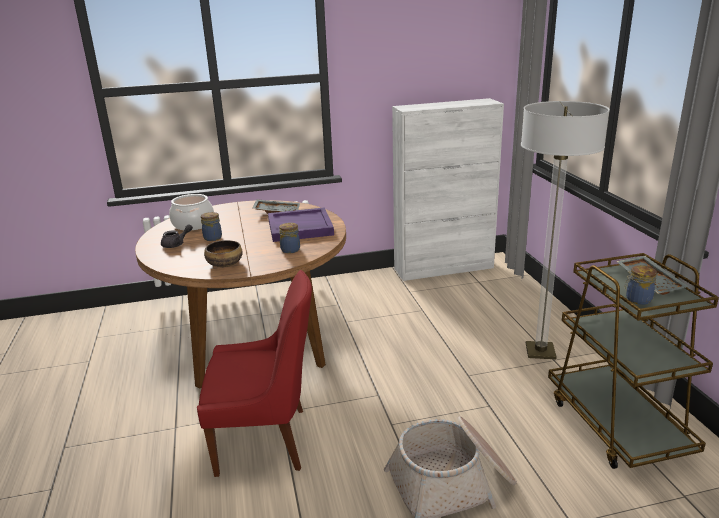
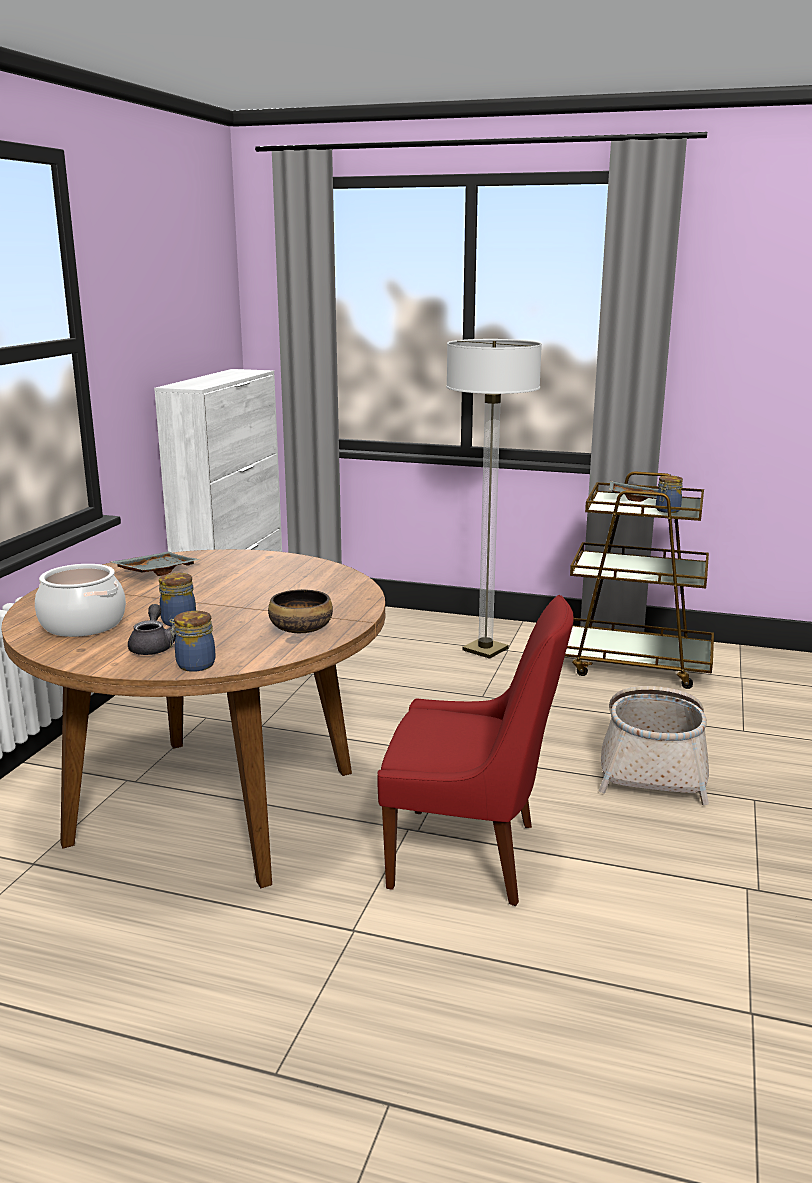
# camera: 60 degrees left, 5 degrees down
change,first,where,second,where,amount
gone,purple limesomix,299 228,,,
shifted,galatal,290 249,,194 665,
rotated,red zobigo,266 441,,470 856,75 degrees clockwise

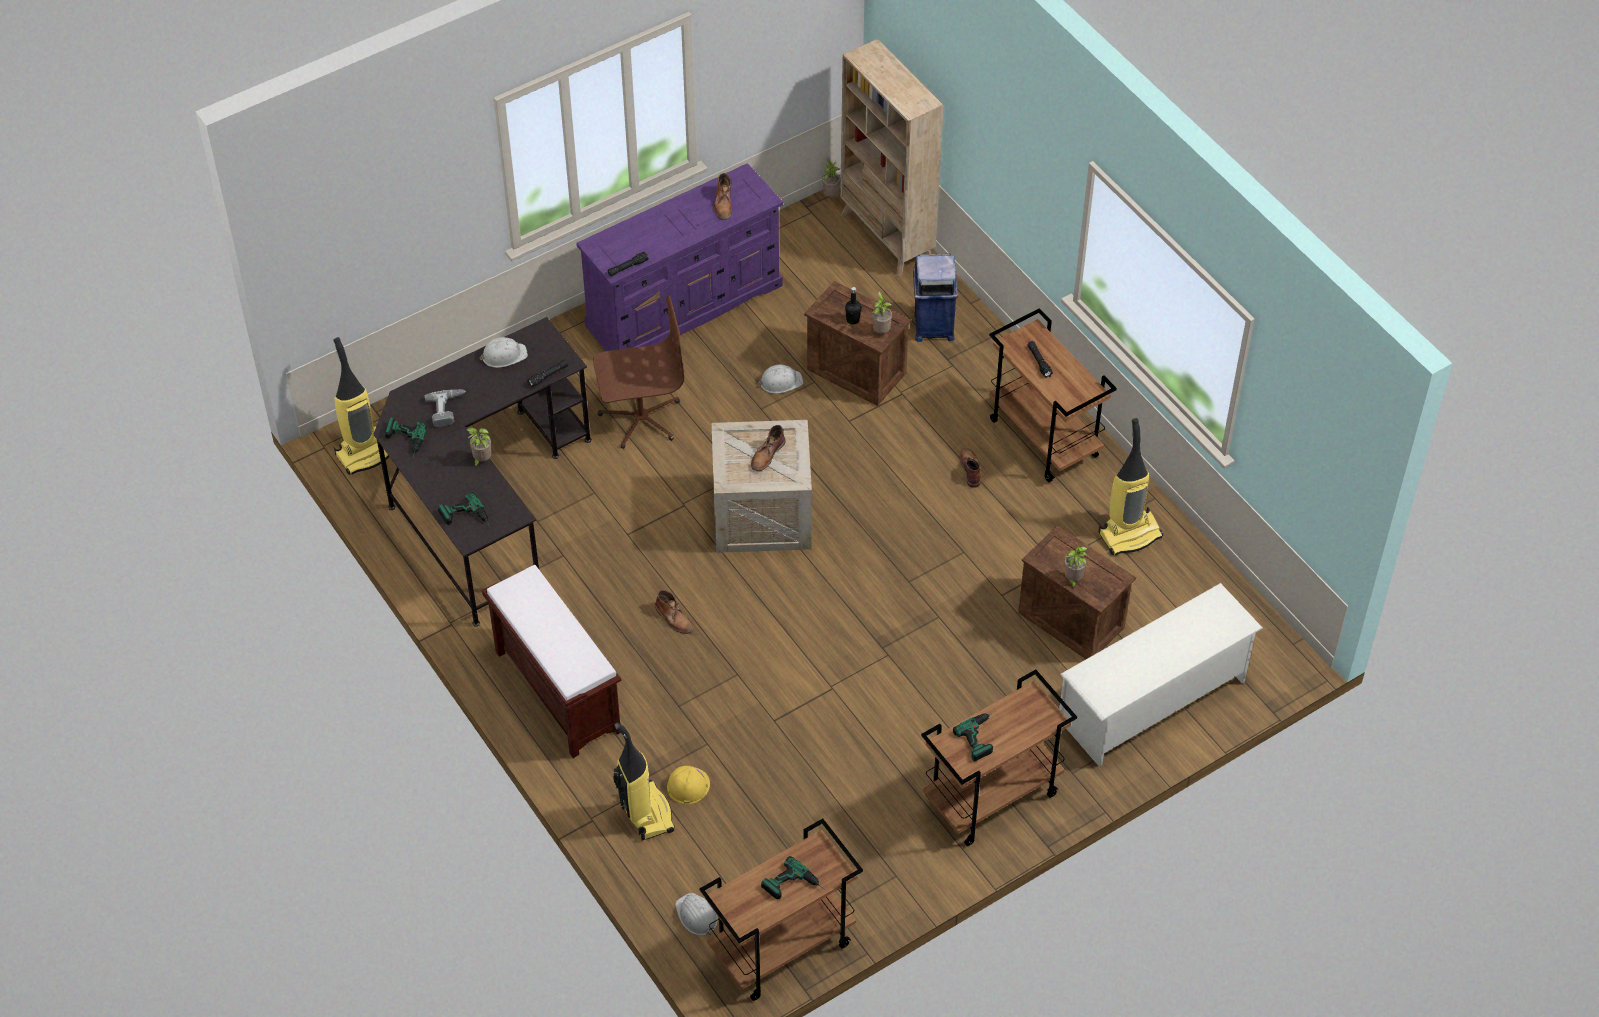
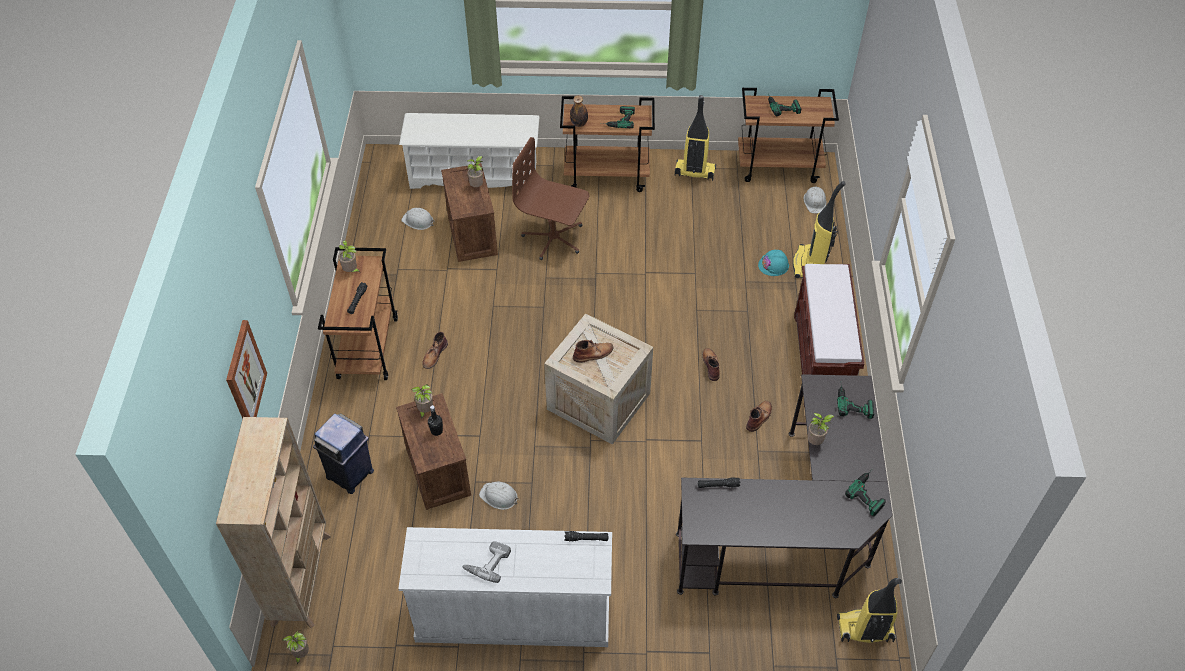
# camera: 145 degrees left, 0 degrees up
change,first,where,second,where,amount
repainted,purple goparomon,685 305,white goparomon,512 615,
shifted,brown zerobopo,723 204,,759 417,
shifted,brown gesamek,640 417,,553 238,
shifted,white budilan,504 355,,418 221,
shifted,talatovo,448 409,,487 562,
shifted,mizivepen,1130 534,,694 172,
repainted,yellow budilan,688 785,turquoise budilan,773 265,
new,,,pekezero,579 123,
new,,,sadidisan,351 271,
new,,,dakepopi,245 376,

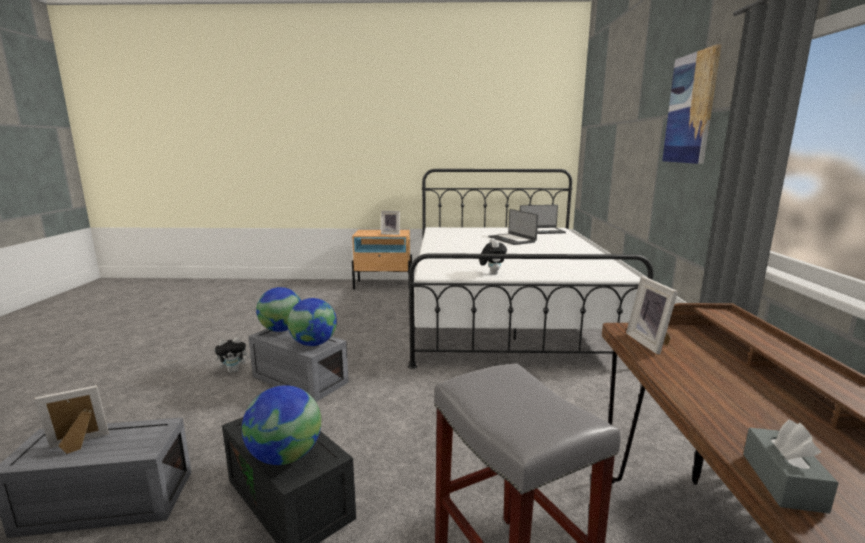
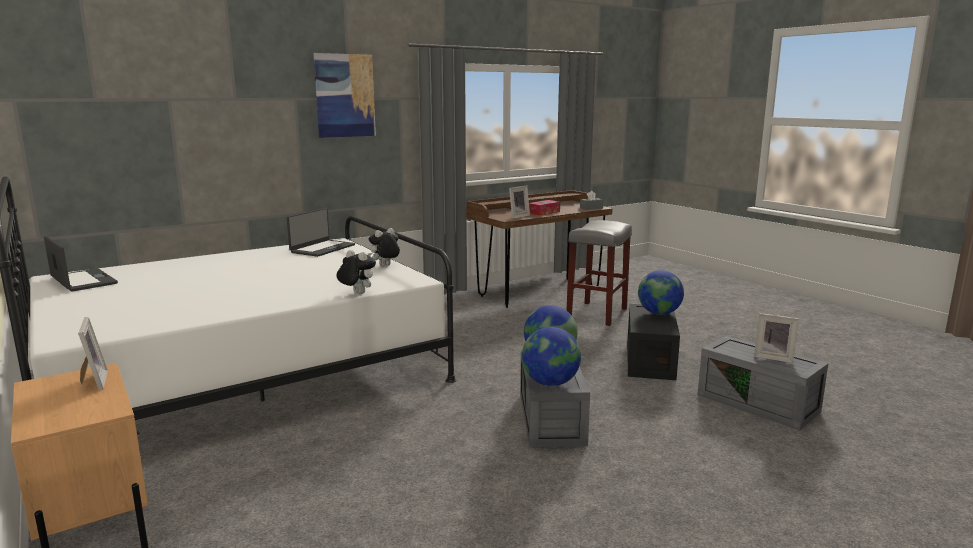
# camera: 125 degrees left, 0 degrees up
change,first,where,second,where,amount
shifted,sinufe,512 239,,322 248,
shifted,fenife,234 370,,356 293,
new,,,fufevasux,544 212,

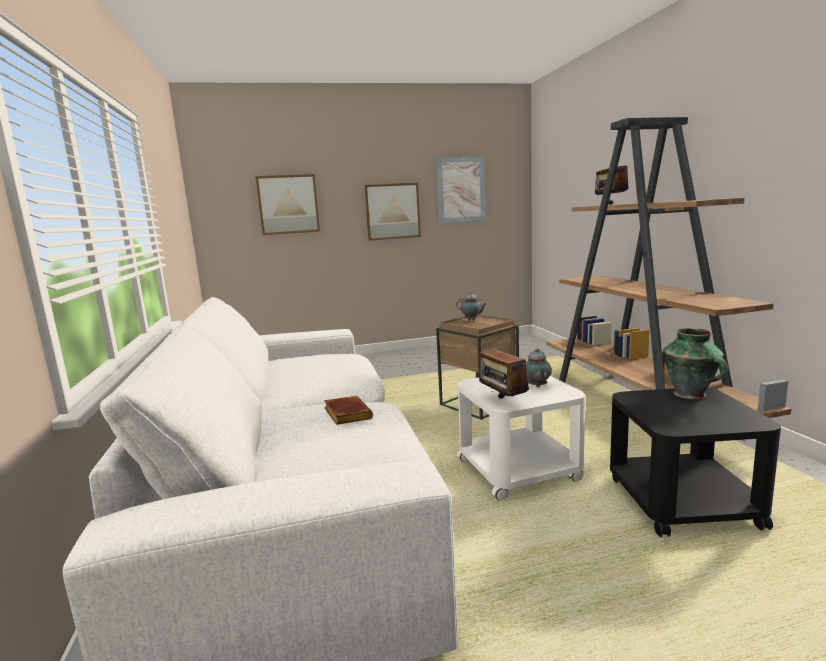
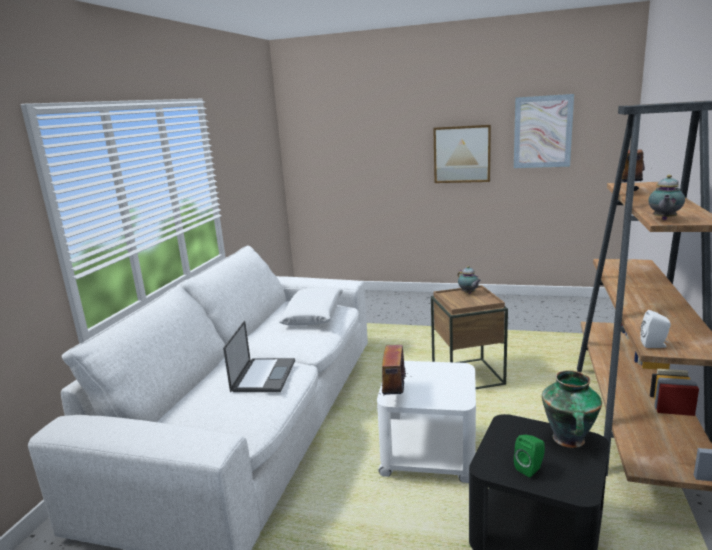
# camera: 30 degrees right, 5 degrees up
change,first,where,second,where,amount
gone,dakepopi,288 204,,,
shifted,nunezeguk,537 386,,663 219,
swapped,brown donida,346 415,sinufe,263 375,
new,,,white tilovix,314 314,
new,,,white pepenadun,654 345,
new,,,green pepenadun,530 469,

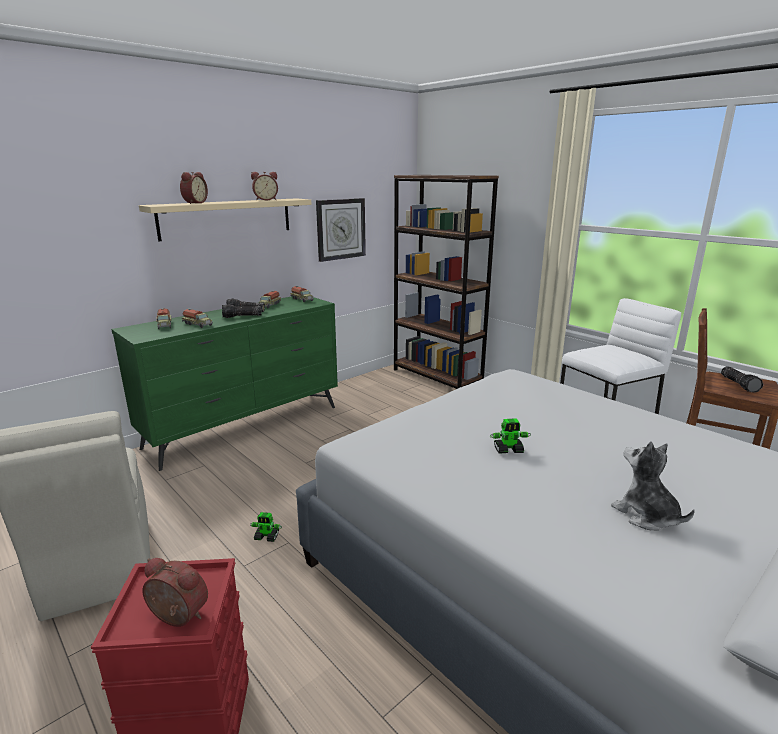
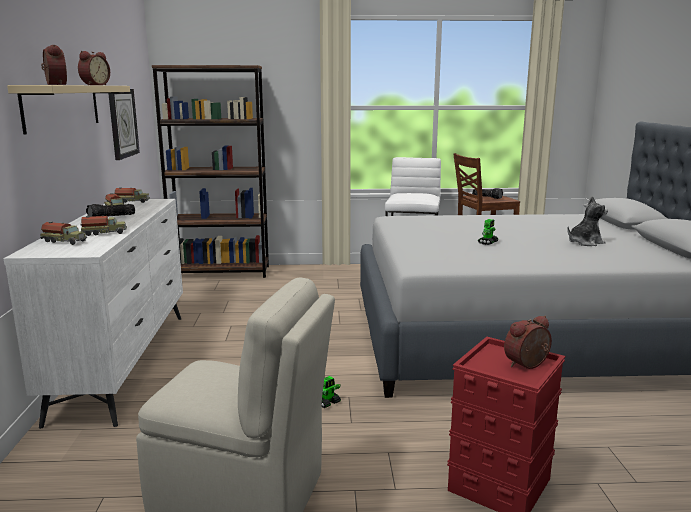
# camera: 50 degrees left, 5 degrees down
change,first,where,second,where,amount
repainted,green goparomon,246 426,white goparomon,125 362,
gone,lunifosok,241 317,,,
rotated,fenife,646 515,,585 242,150 degrees clockwise

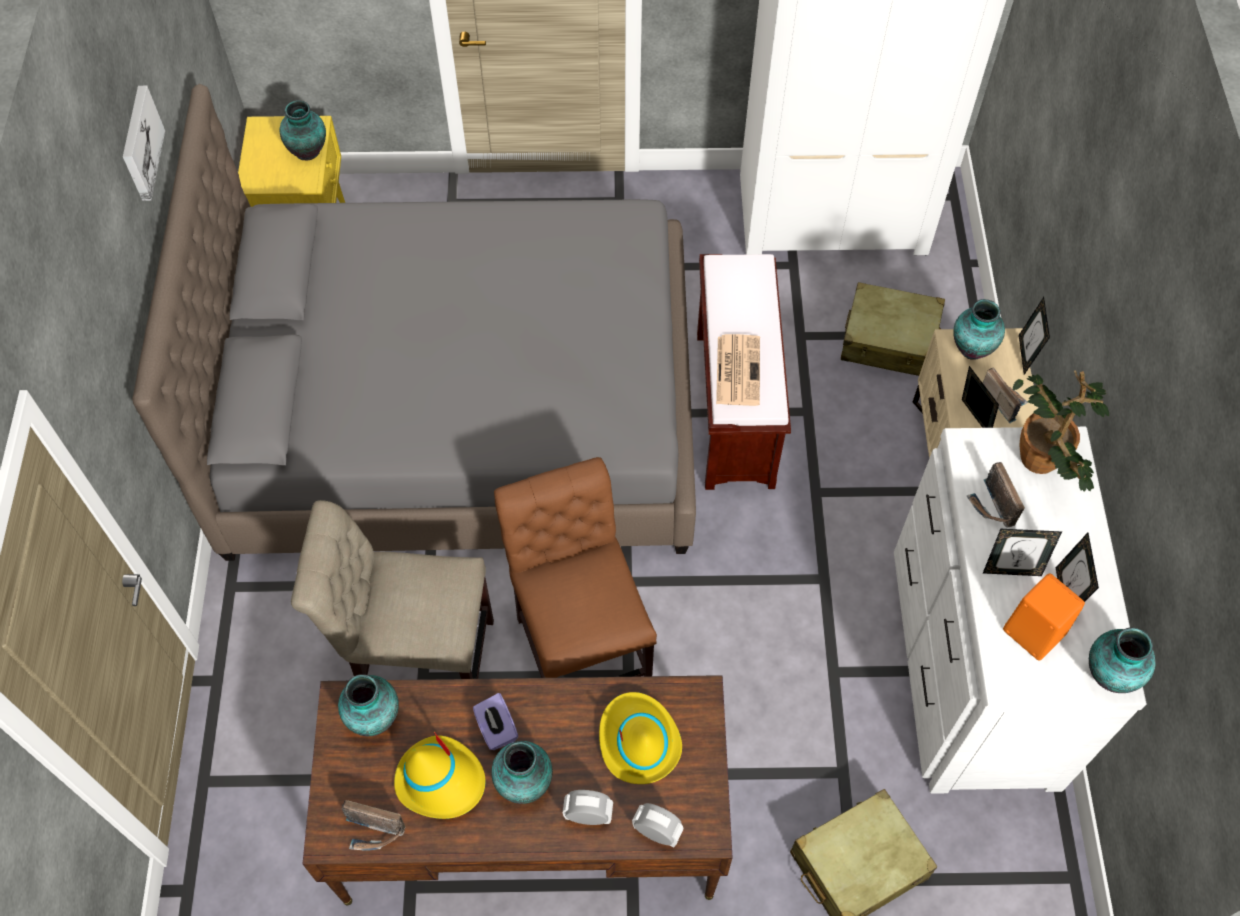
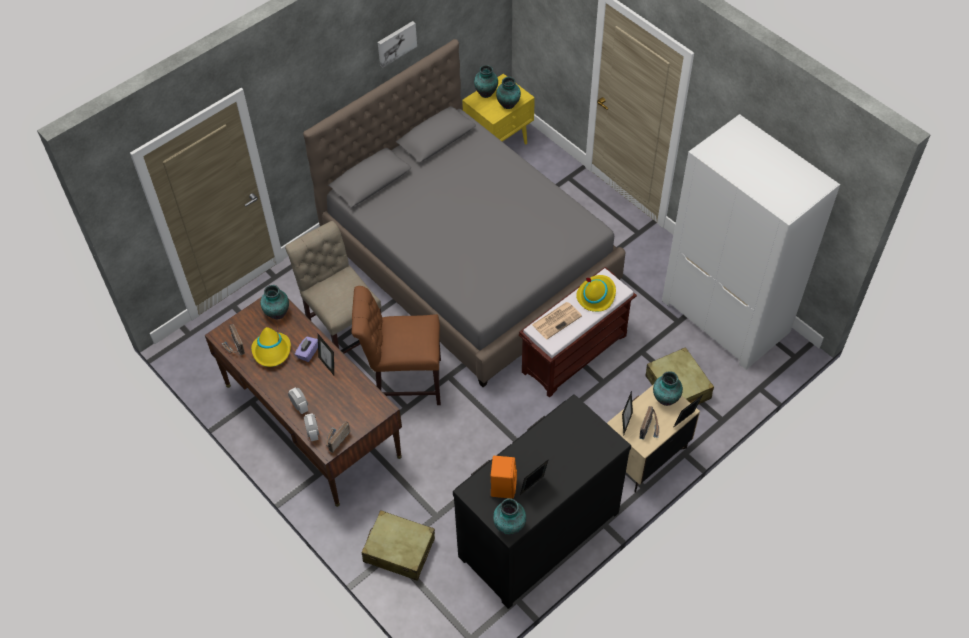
# camera: 50 degrees right, 5 degrees down
change,first,where,second,where,amount
gone,sadidisan,1039 467,,,
repainted,white goparomon,971 665,black goparomon,536 532,
rotated,brown zobigo,581 645,,403 381,120 degrees counterclockwise
shifted,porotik,992 507,,335 440,
shifted,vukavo,1011 570,,328 365,
shifted,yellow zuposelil,638 741,,596 295,
shifted,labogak,524 782,,486 92,

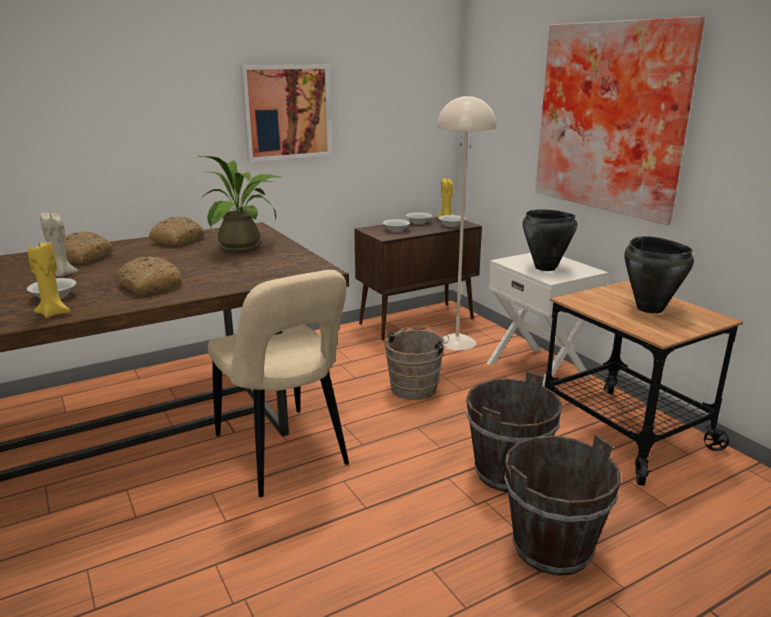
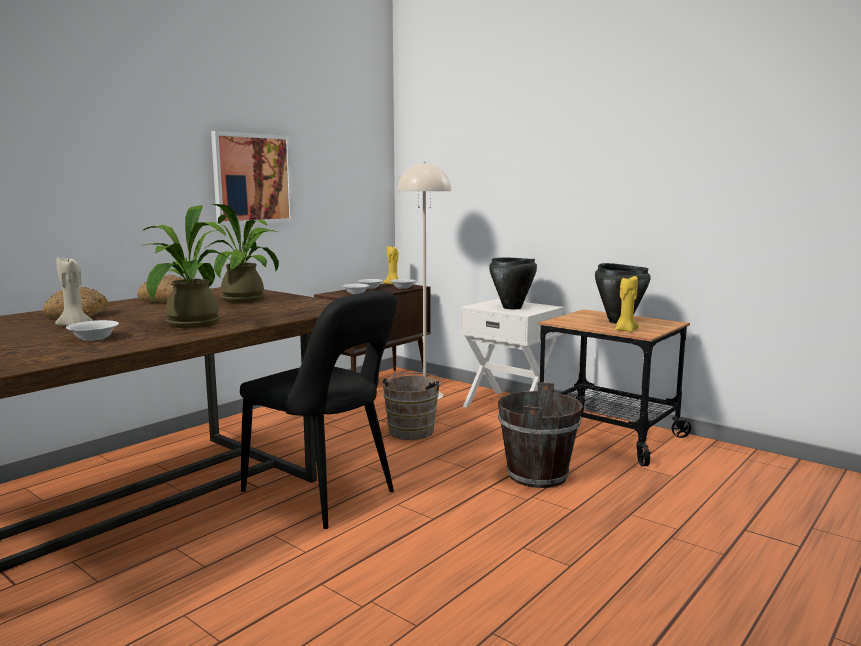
# camera: 20 degrees left, 10 degrees down
change,first,where,second,where,amount
gone,dakepopi,613 118,,,
shifted,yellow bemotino,53 313,,625 330,
swapped,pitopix,149 286,sadidisan,188 325,
repainted,beige zobigo,284 454,black zobigo,323 495,
gone,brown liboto,552 548,,,

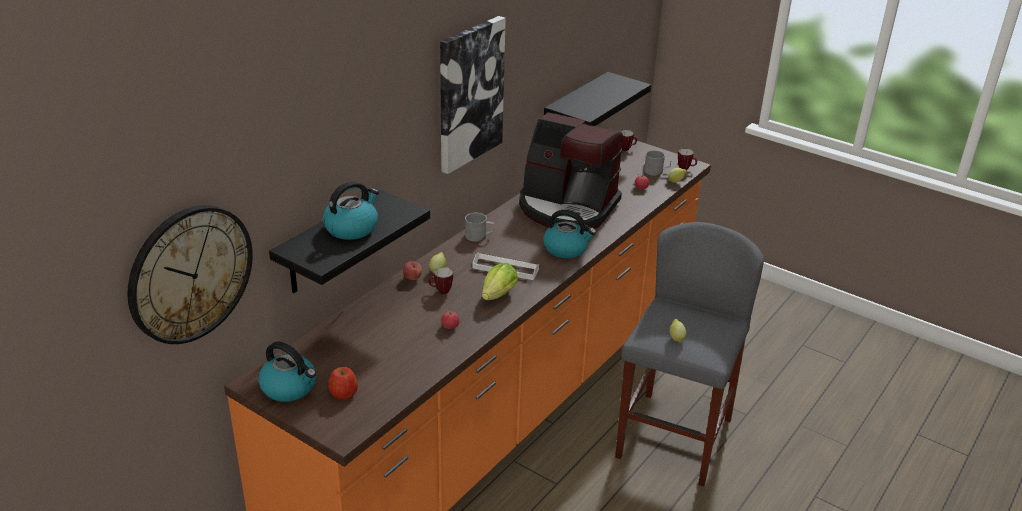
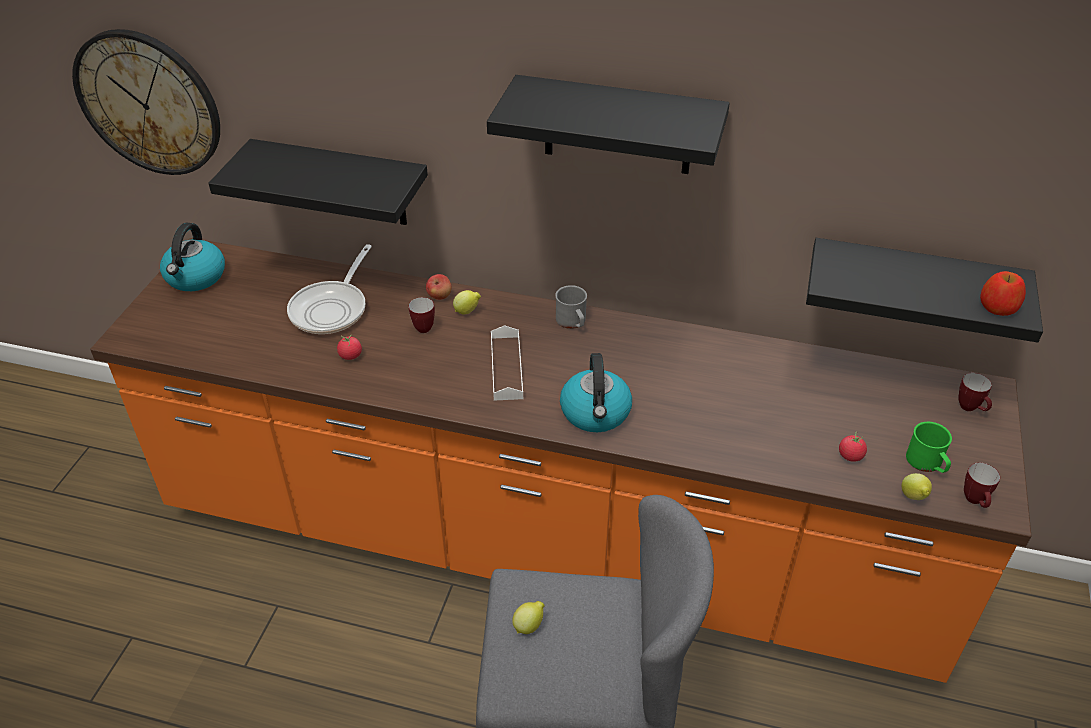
# camera: 70 degrees right, 10 degrees up
change,first,where,second,where,amount
swapped,dakepopi,469 94,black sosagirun,618 126,
gone,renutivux,567 208,,,
repainted,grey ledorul,656 171,green ledorul,927 463,
gone,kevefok,352 228,,,
gone,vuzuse,497 297,,,
shifted,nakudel,344 392,,998 306,
new,,,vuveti,332 308,

